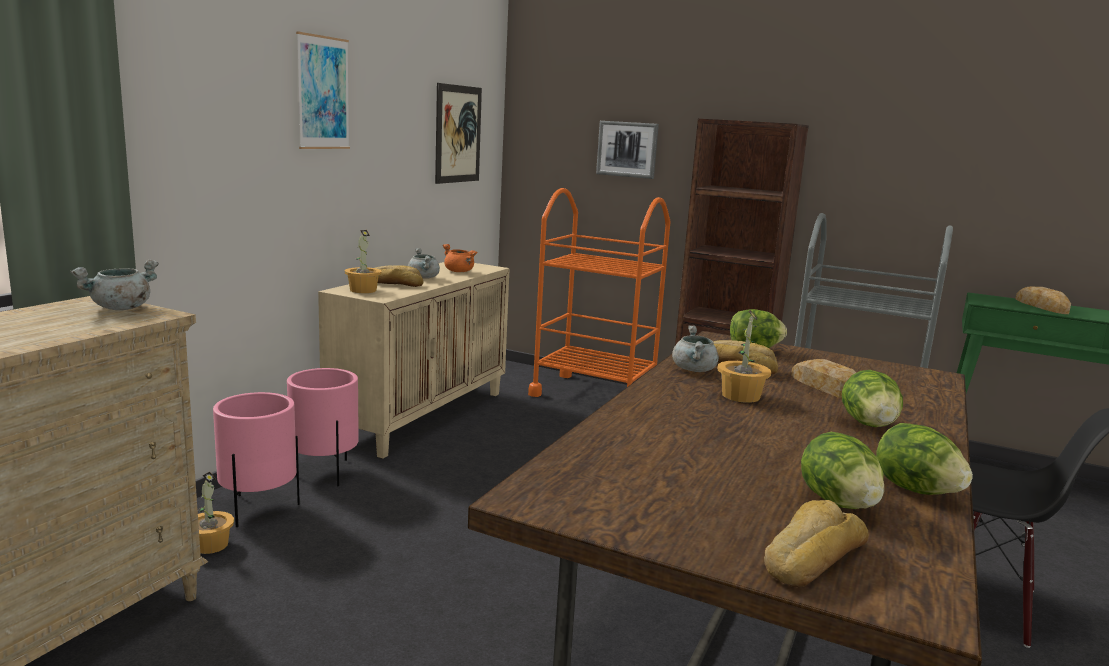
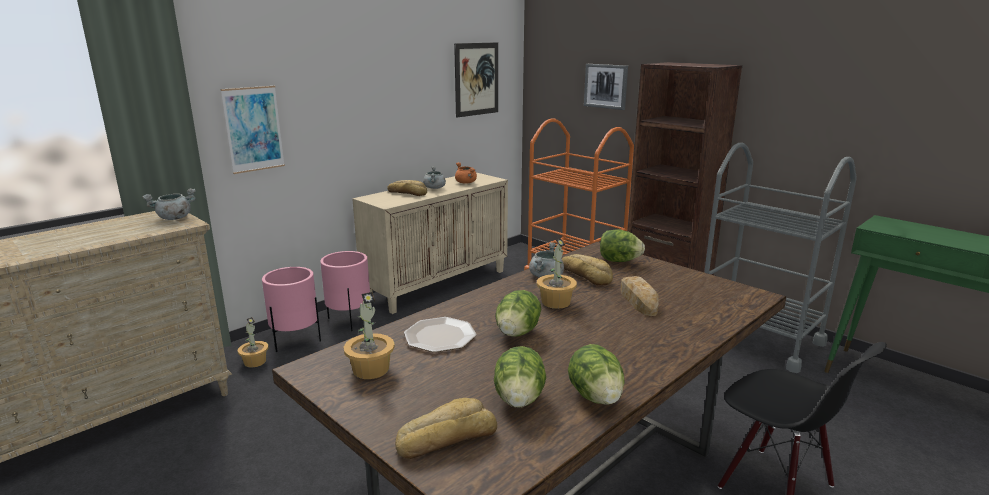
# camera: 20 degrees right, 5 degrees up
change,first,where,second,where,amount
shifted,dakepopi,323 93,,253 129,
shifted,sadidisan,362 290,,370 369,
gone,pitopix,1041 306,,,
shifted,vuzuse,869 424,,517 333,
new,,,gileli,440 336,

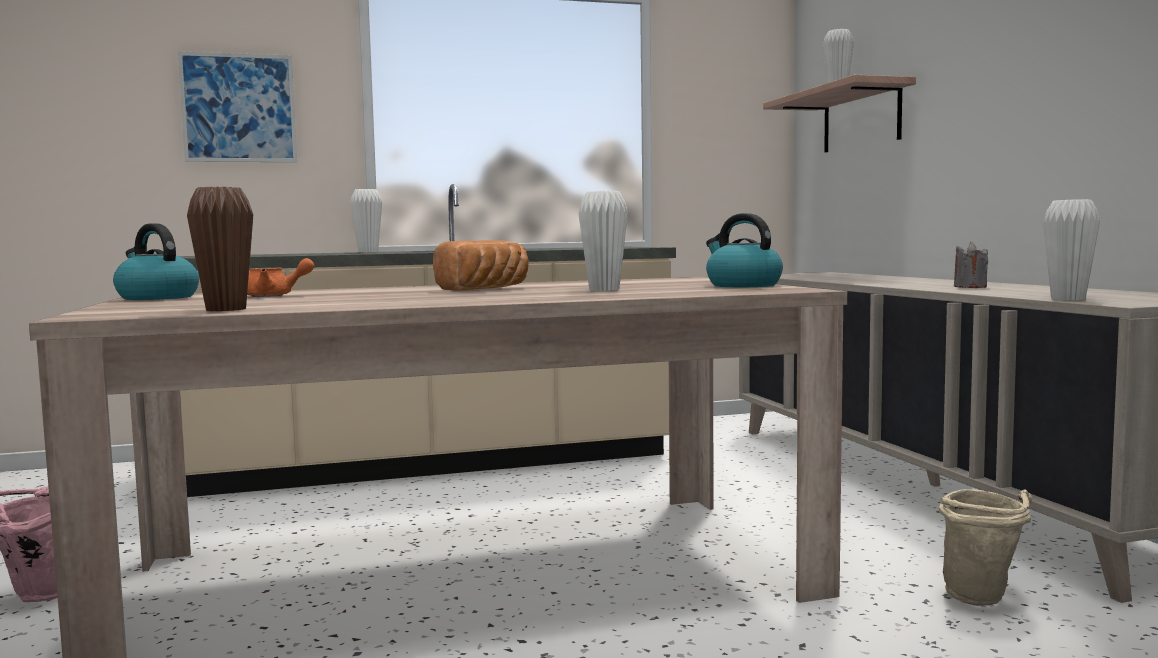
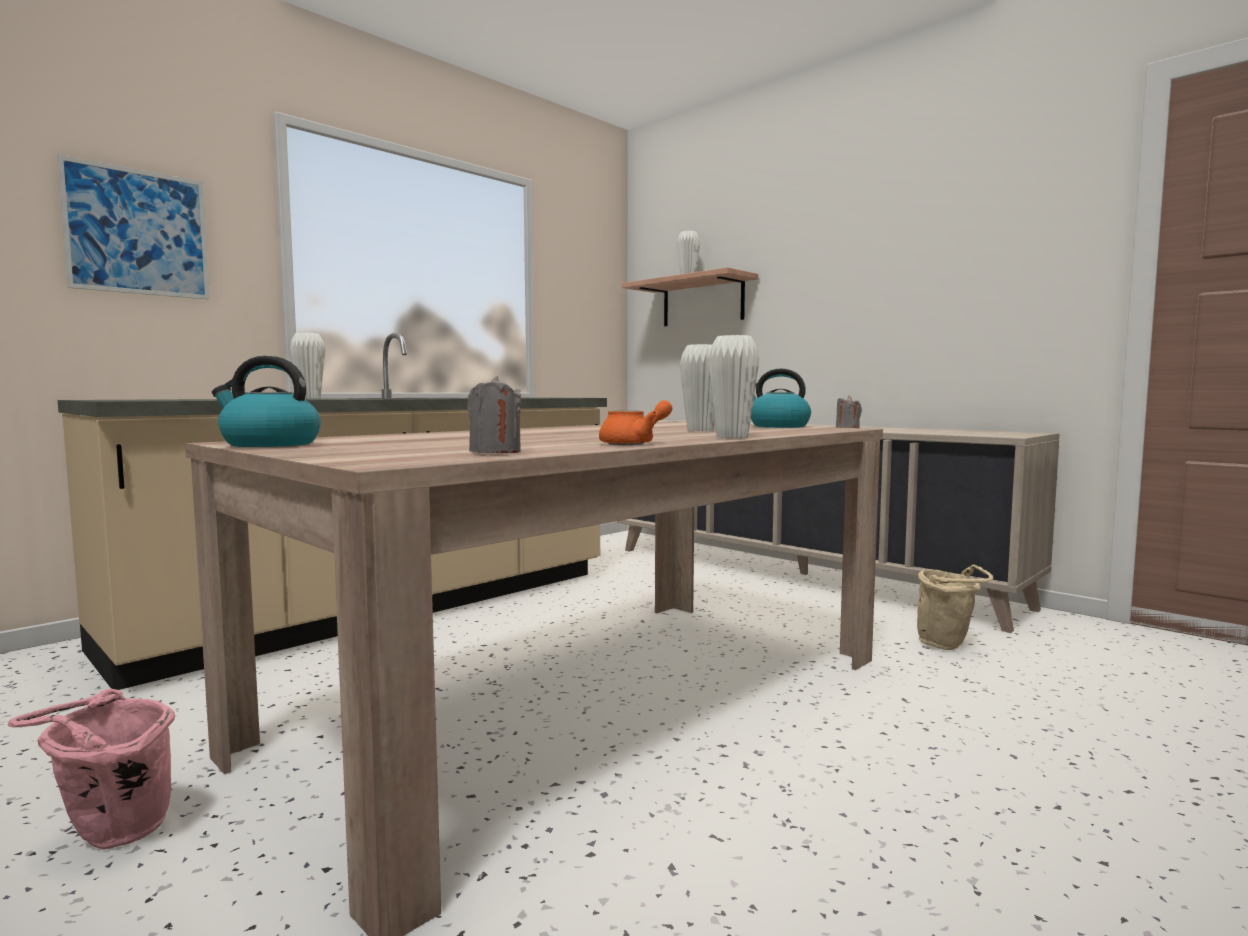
# camera: 30 degrees left, 0 degrees up
change,first,where,second,where,amount
swapped,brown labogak,226 309,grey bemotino,495 452,
shifted,white labogak,1068 299,,732 437,
gone,pitopix,487 289,,,
shifted,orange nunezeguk,275 296,,635 443,

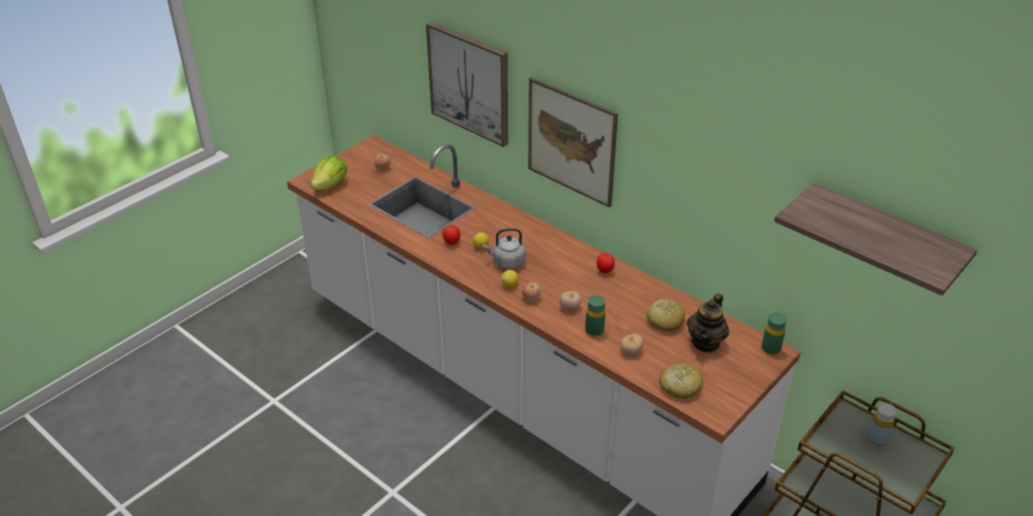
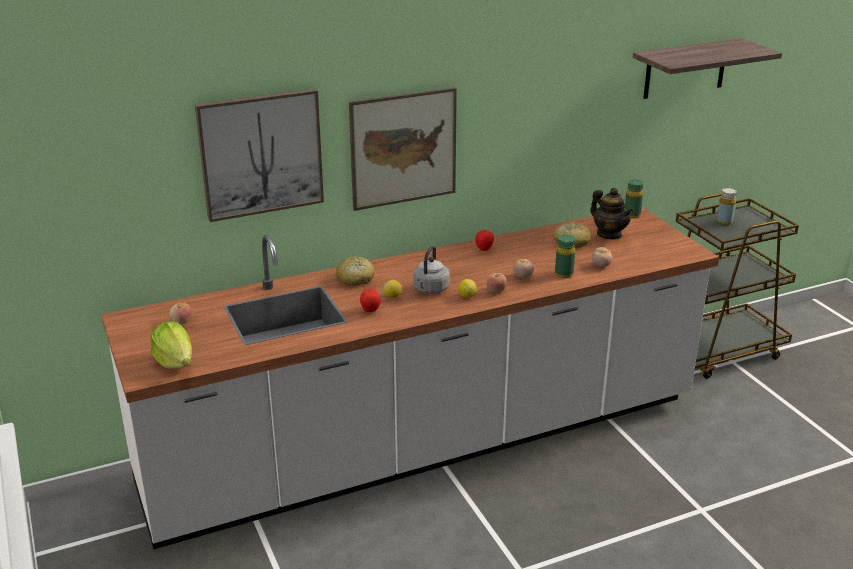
# camera: 65 degrees left, 10 degrees down
change,first,where,second,where,amount
shifted,pitopix,679 386,,355 279,

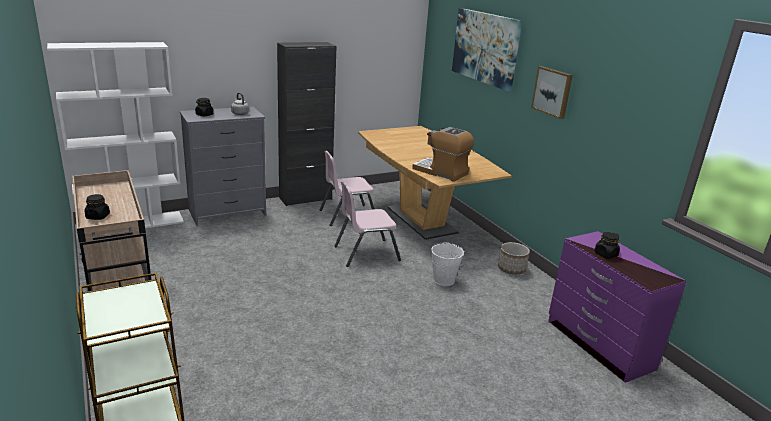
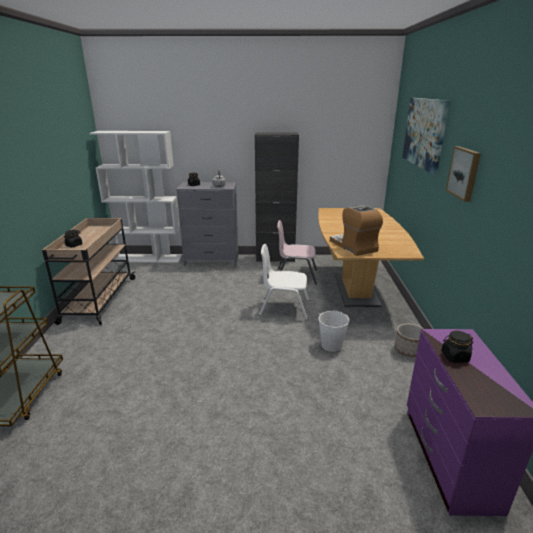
# camera: 30 degrees right, 0 degrees up
change,first,where,second,where,amount
repainted,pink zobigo,366 253,white zobigo,284 308,

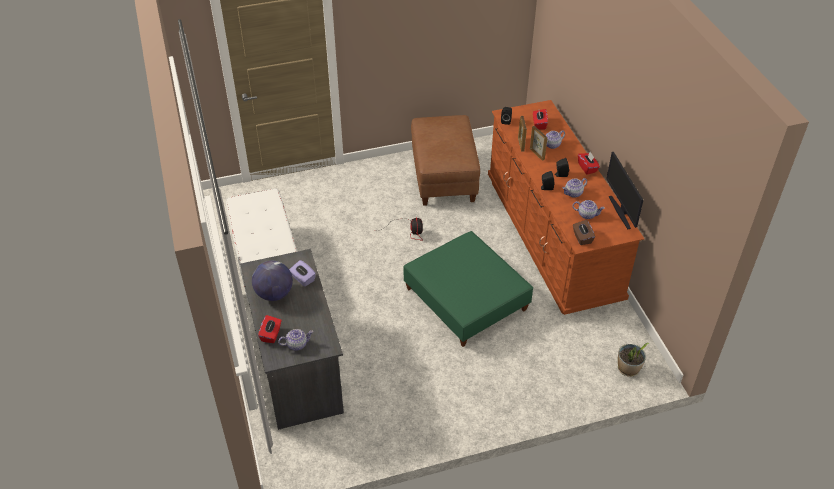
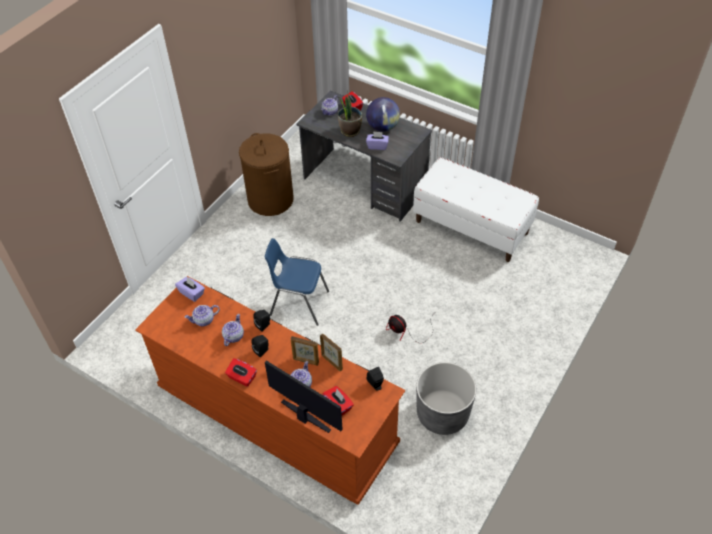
# camera: 140 degrees right, 5 degrees up
change,first,where,second,where,amount
swapped,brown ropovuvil,443 177,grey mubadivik,442 414,
shifted,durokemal,621 212,,304 417,
repainted,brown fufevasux,582 238,purple fufevasux,192 293,
swapped,green ropovuvil,466 299,blue zobigo,298 303,
shifted,sadidisan,628 369,,350 131,
new,,,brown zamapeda,270 200,

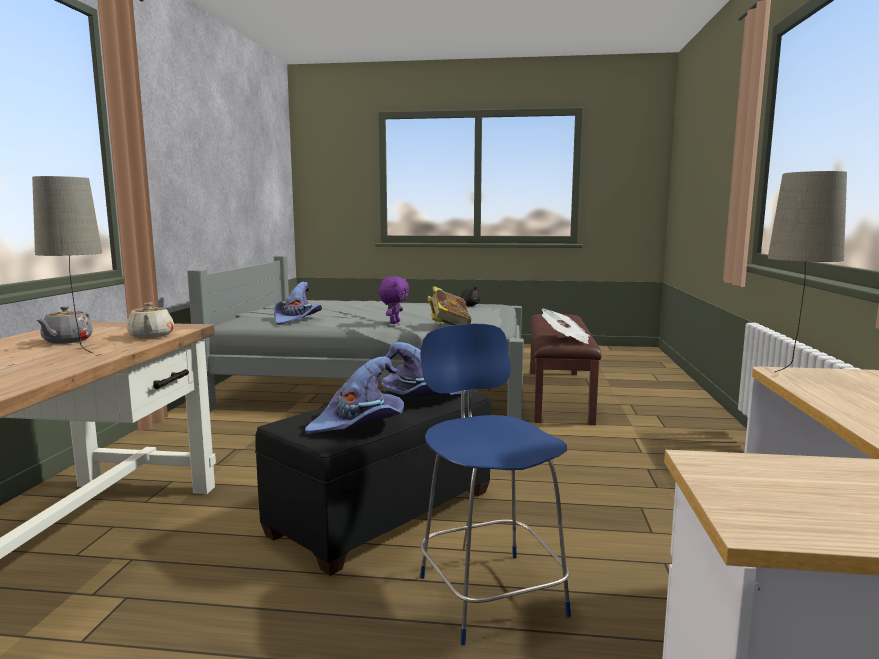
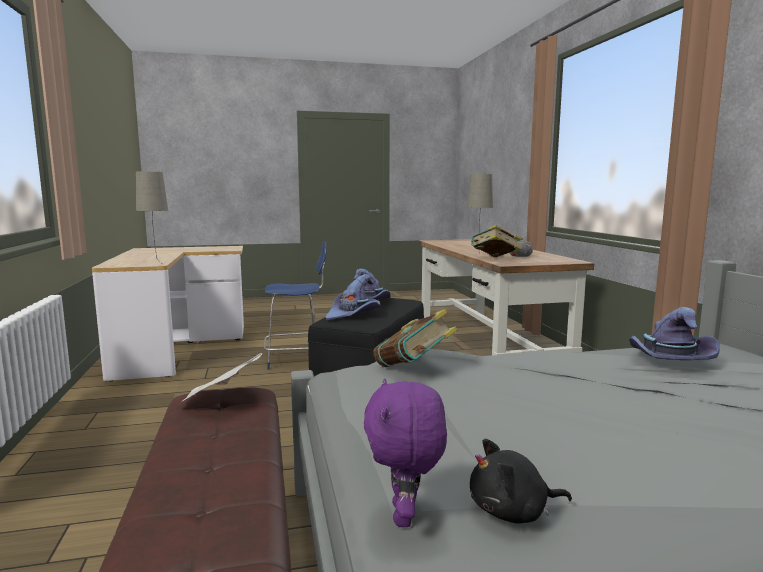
# camera: 160 degrees right, 0 degrees up
change,first,where,second,where,amount
shifted,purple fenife,394 323,,405 516,
swapped,beige nunezeguk,151 336,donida,494 259,
rotated,blue zobigo,489 592,,296 359,60 degrees counterclockwise

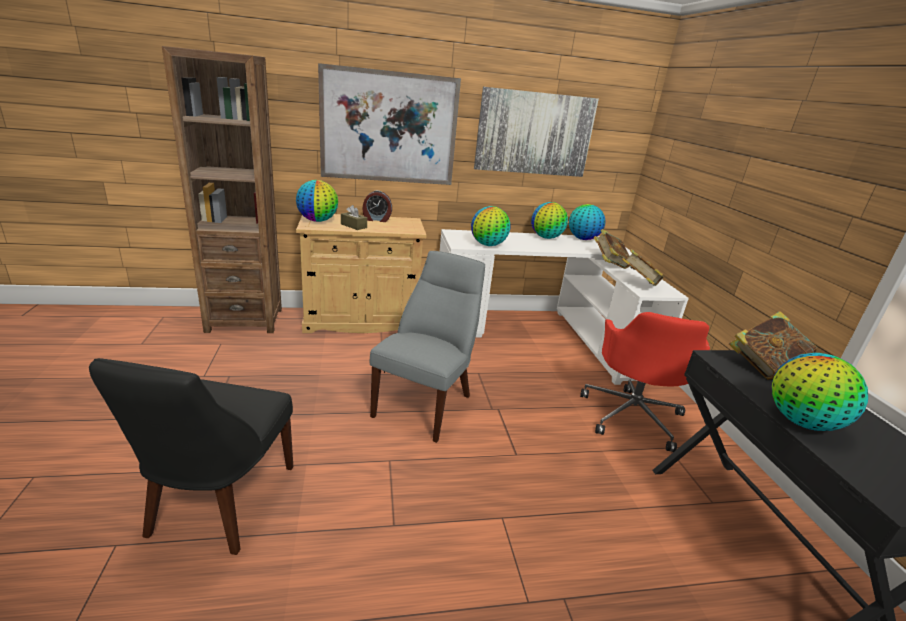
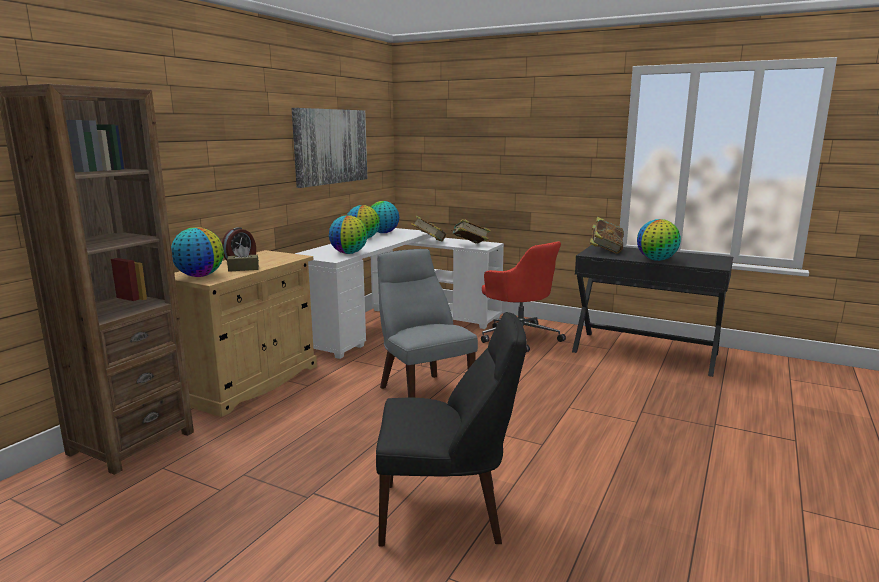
# camera: 50 degrees left, 10 degrees down
change,first,where,second,where,amount
gone,dakepopi,389 128,,,
rotated,black zobigo,219 504,,447 513,45 degrees counterclockwise

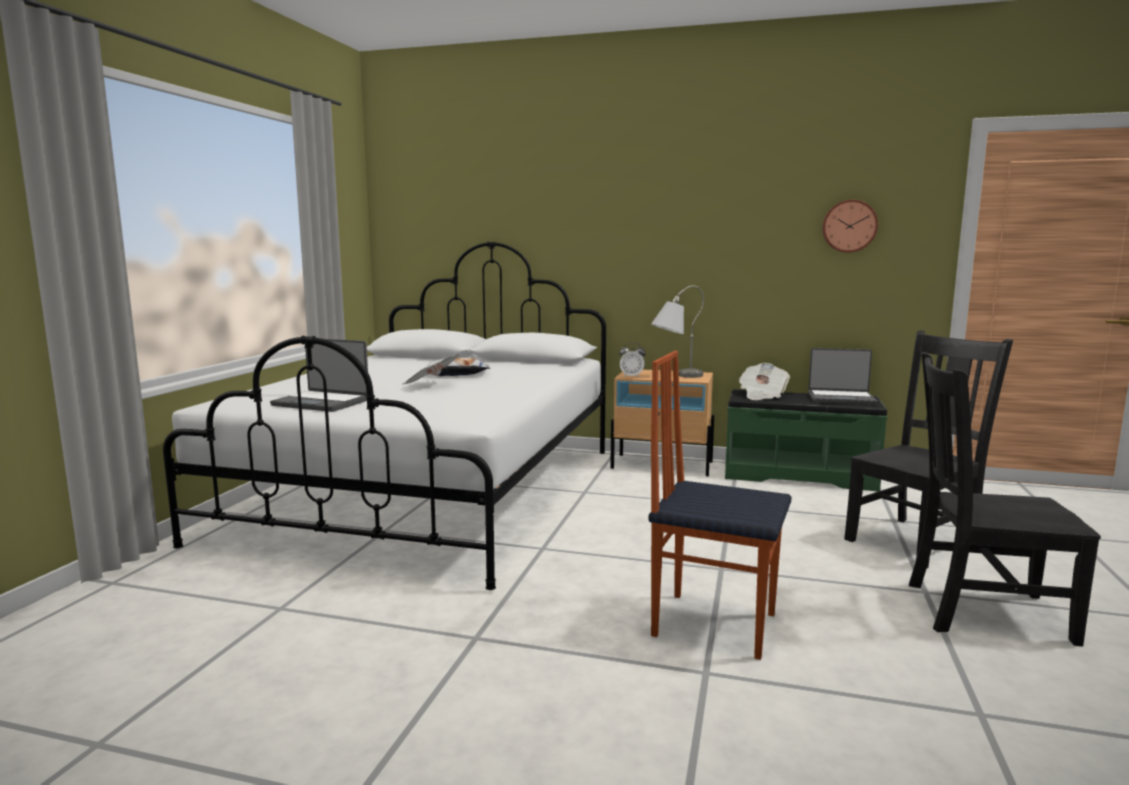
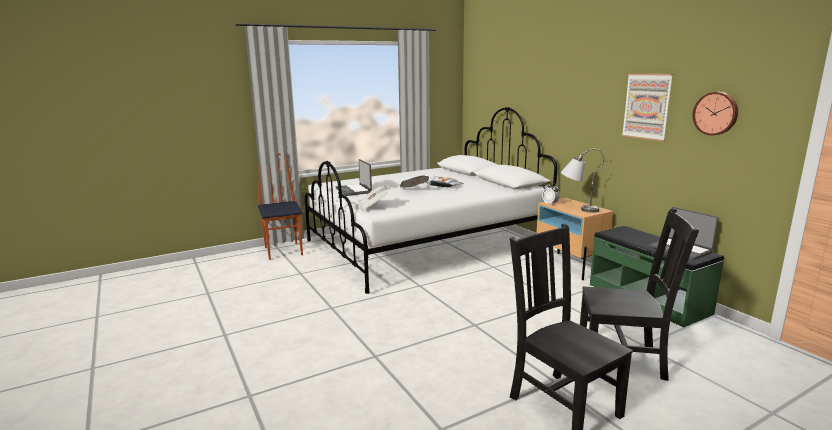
# camera: 45 degrees right, 5 degrees up
change,first,where,second,where,amount
shifted,zobigo,713 623,,284 251,
shifted,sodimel,762 395,,371 207,
new,,,dakepopi,647 106,

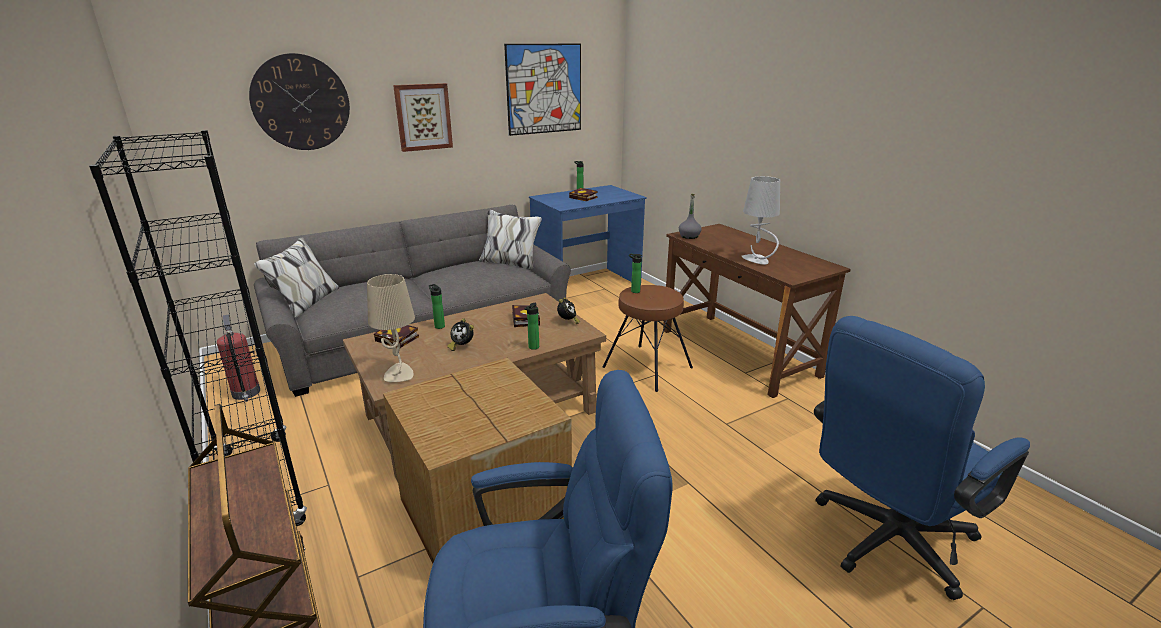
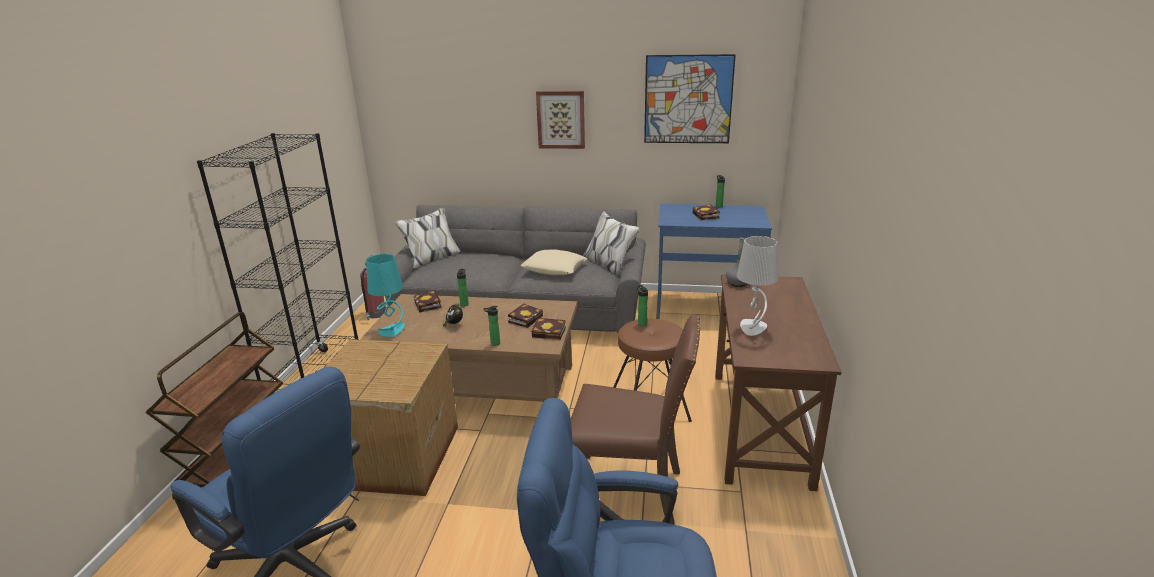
# camera: 40 degrees right, 0 degrees up
change,first,where,second,where,amount
gone,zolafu,301 103,,,
repainted,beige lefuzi,398 374,turquoise lefuzi,392 330,
swapped,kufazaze,568 322,donida,550 332,
new,,,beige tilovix,554 268,
new,,,brown zobigo,629 491,

